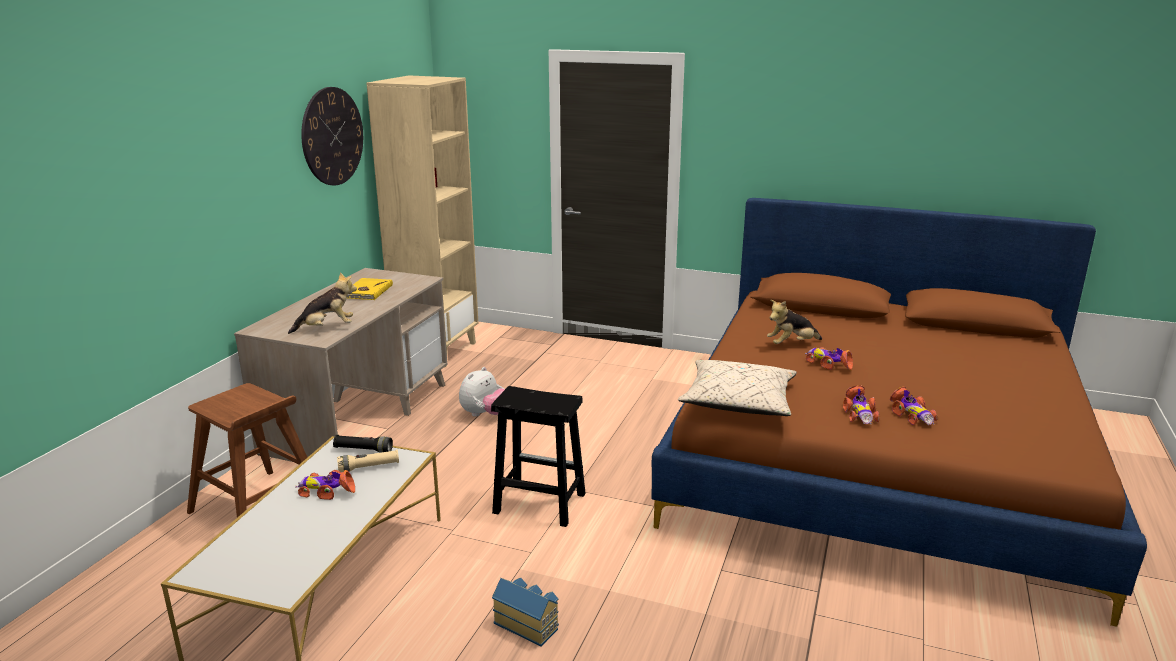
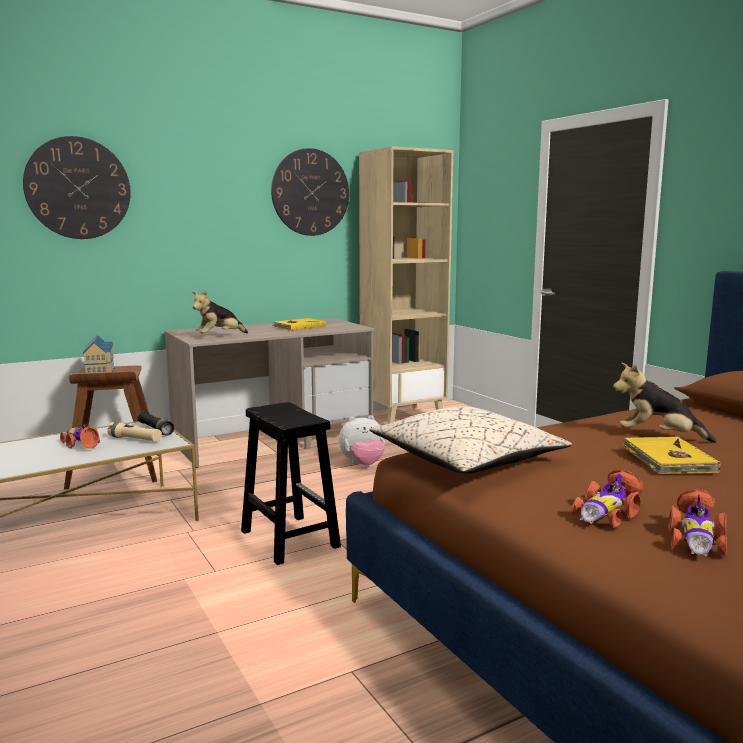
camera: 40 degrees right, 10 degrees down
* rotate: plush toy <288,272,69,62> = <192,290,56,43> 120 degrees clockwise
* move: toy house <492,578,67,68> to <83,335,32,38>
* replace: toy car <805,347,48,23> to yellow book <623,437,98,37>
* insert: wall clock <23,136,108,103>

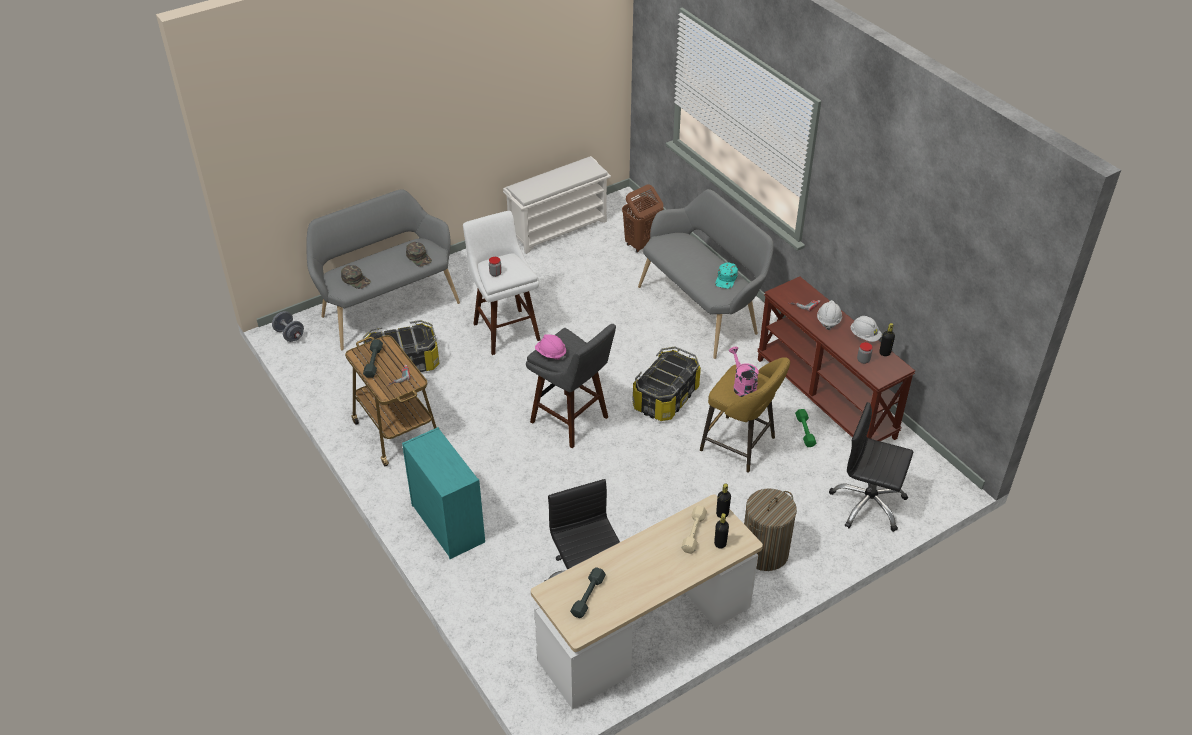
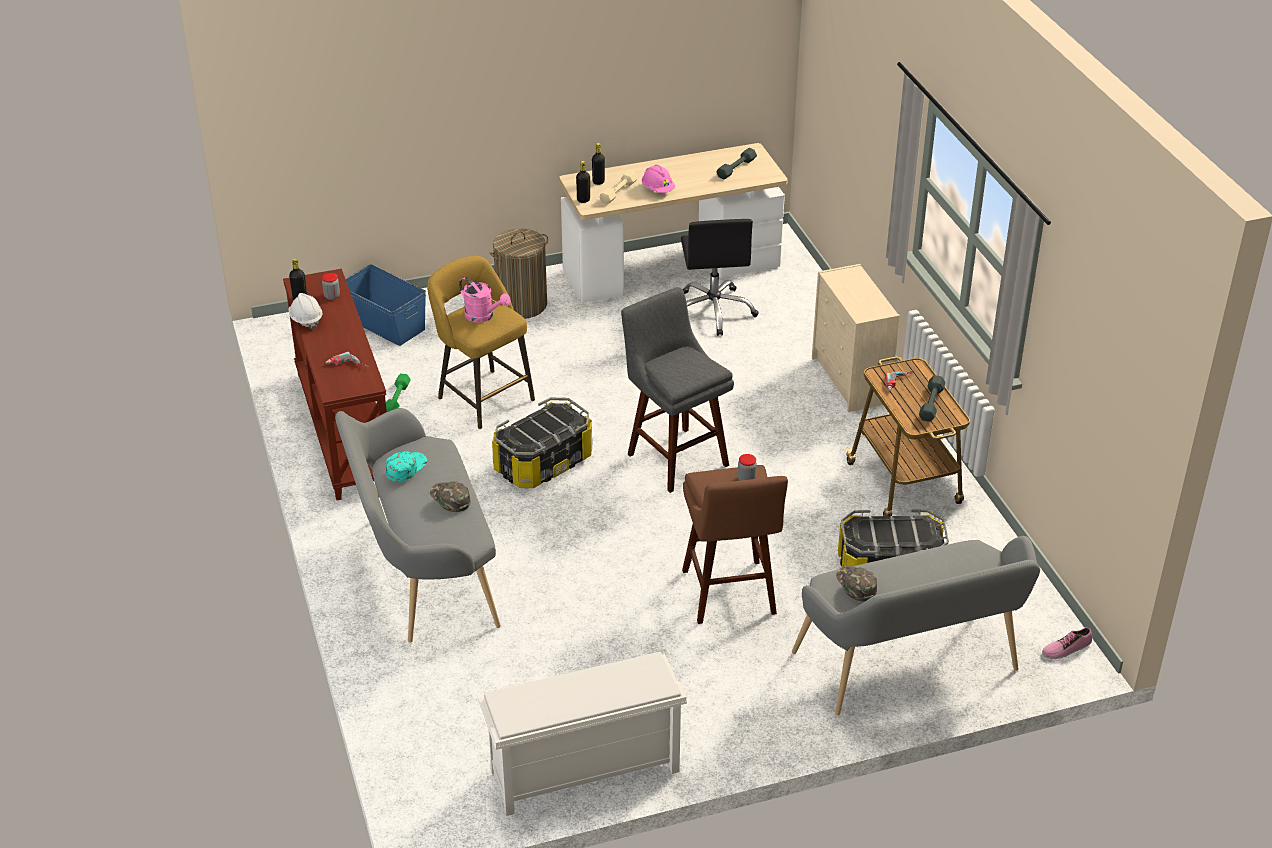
camera: 165 degrees left, 5 degrees down
* replace: grey dumbbell <272,311,32,31> to shoe <1042,628,50,31>
* move: green cap <341,265,30,24> to <430,482,40,30>
* recolor: turquoise dresser <402,427,83,132> to beige dresser <812,264,88,148>
* recolor: white stool <463,211,78,144> to brown stool <682,465,106,159>
* move: pink hard hat <535,334,31,26> to <642,165,33,28>
* delete: brown laundry basket <622,185,42,68>
* rotate: pink watering can <729,347,30,50> = <459,277,52,46> 45 degrees counterclockwise
* delete: white hard hat <817,300,25,30>
* replace: black office chair <829,402,84,130> to blue storage box <346,264,80,82>

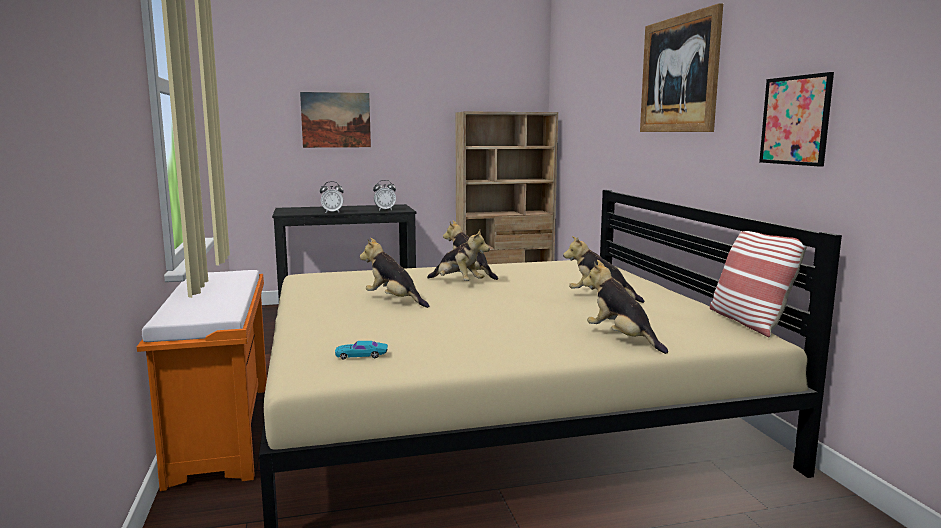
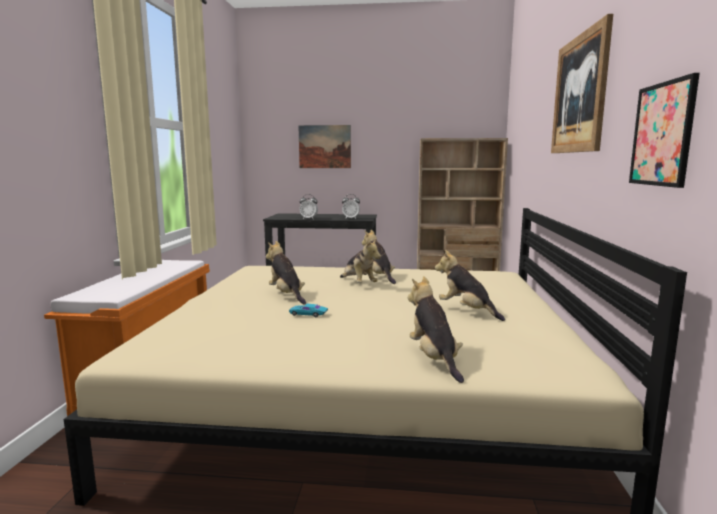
camera: 20 degrees right, 0 degrees up
* move: turquoise toy car <335,341,53,18> to <289,304,39,13>
* delete: pillow <710,231,97,106>

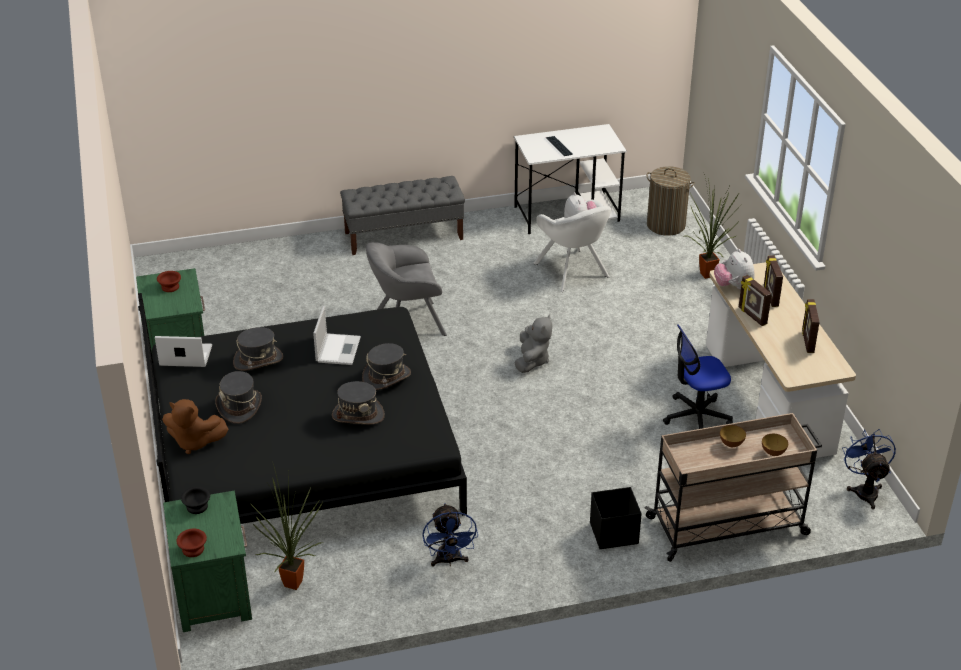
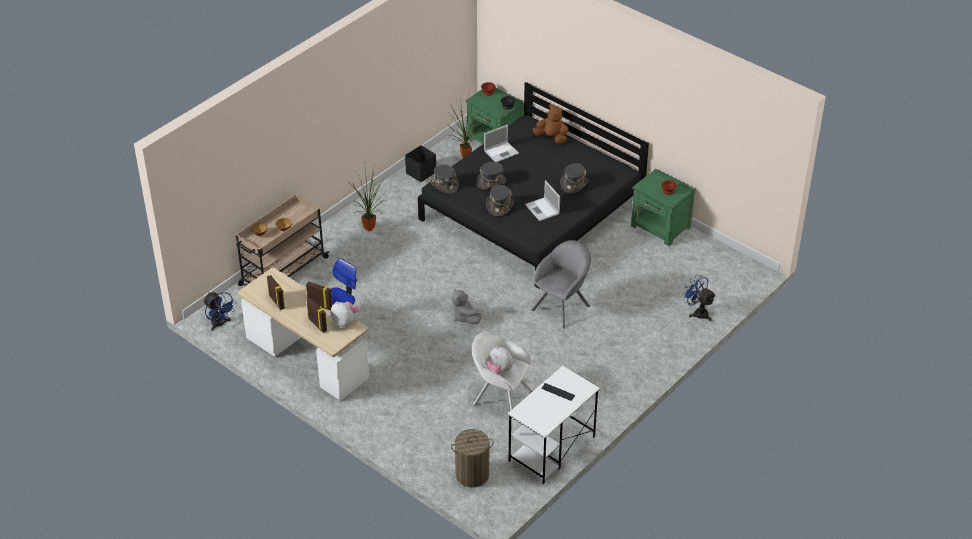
camera: 145 degrees right, 5 degrees up
* move: laptop <155,336,57,31> to <484,125,35,37>
* rotate: brown plush toy <162,399,67,55> = <532,104,37,40> 45 degrees clockwise
* move: grey hat <215,371,47,53> to <430,164,29,30>
* delete: grey bench <340,176,125,79>
* move: blue fan <422,503,56,64> to <682,274,34,47>
* move: black storage box <590,487,52,62> to <405,145,31,37>
* move: potted plant <684,174,56,105> to <353,162,33,69>

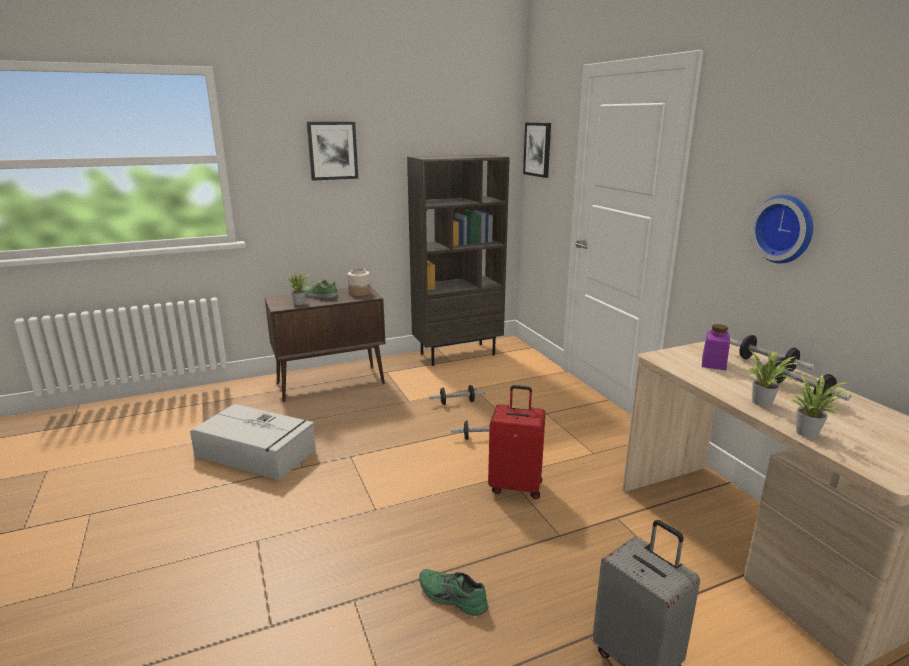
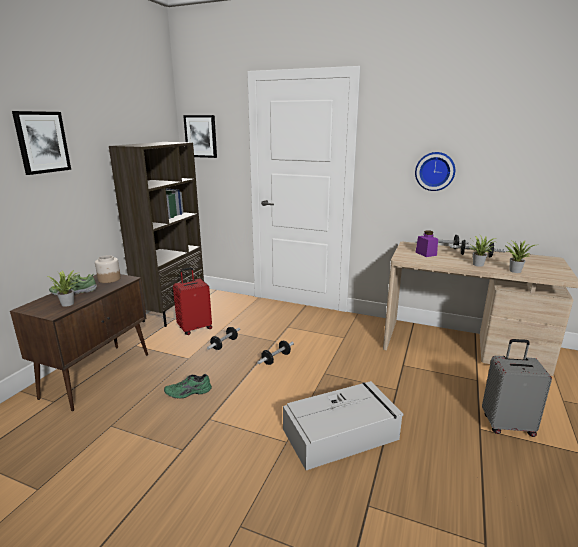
camera: 45 degrees left, 0 degrees up
* move: grey storage box <190,404,126,76> to <283,381,121,89>
* move: green shoe <419,569,69,47> to <164,374,48,25>
* move: red suitcase <488,385,58,114> to <173,267,39,68>

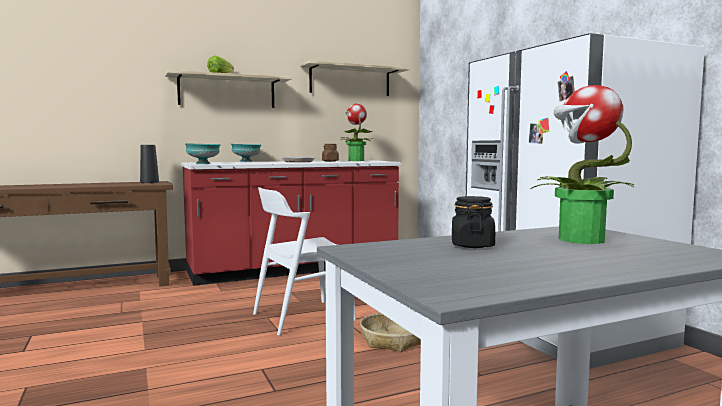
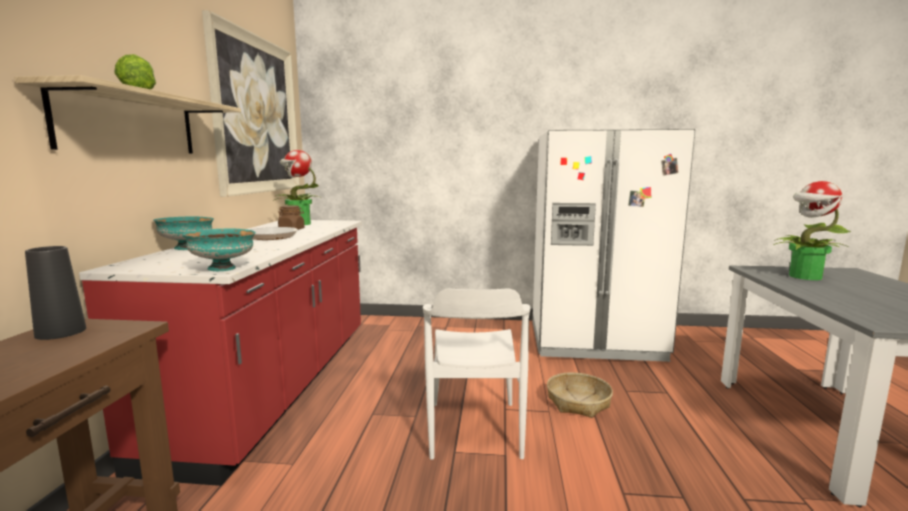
camera: 60 degrees left, 5 degrees up
* replace: shelf <300,61,110,35> to picture <202,10,98,187>
* delete: black jar <452,196,43,52>

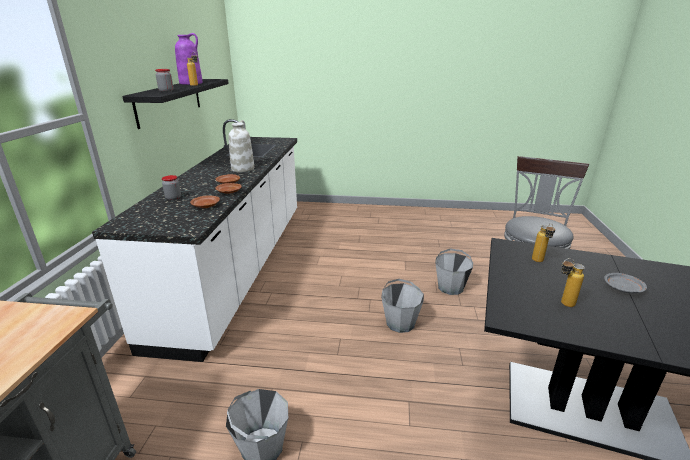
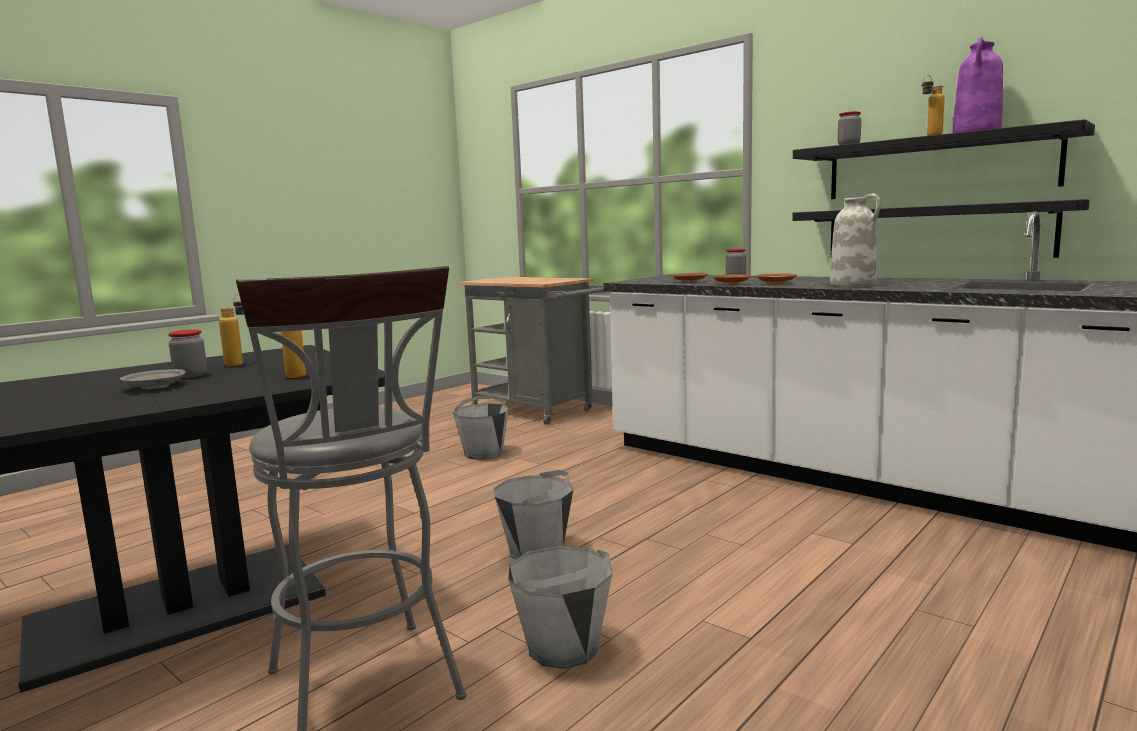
camera: 125 degrees right, 15 degrees down
* insert: jar <169,330,38,48>
* insert: black shelf <792,199,298,59>

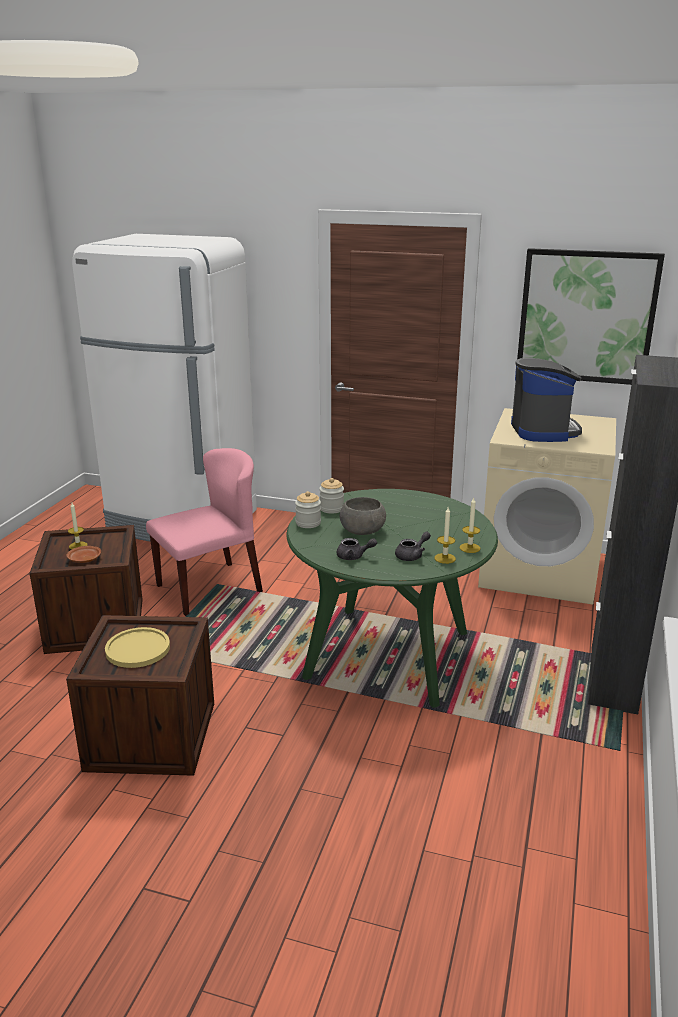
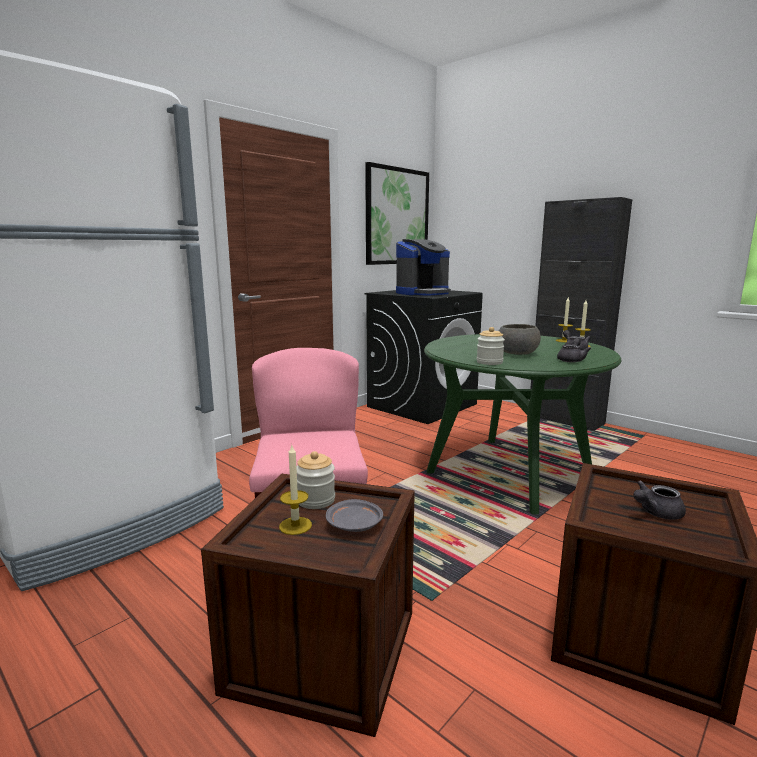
camera: 65 degrees left, 10 degrees down
* recolor: brown plate <66,546,35,17> to grey plate <326,499,57,33>
* replace: yellow plate <105,627,65,41> to grey teapot <633,481,53,39>
* move: jar <319,478,25,36> to <296,451,39,58>
* recolor: beige washing machine <478,408,138,197> to black washing machine <364,290,119,134>
* rotate: coffee machine <511,358,71,84> = <396,239,55,57> 120 degrees clockwise

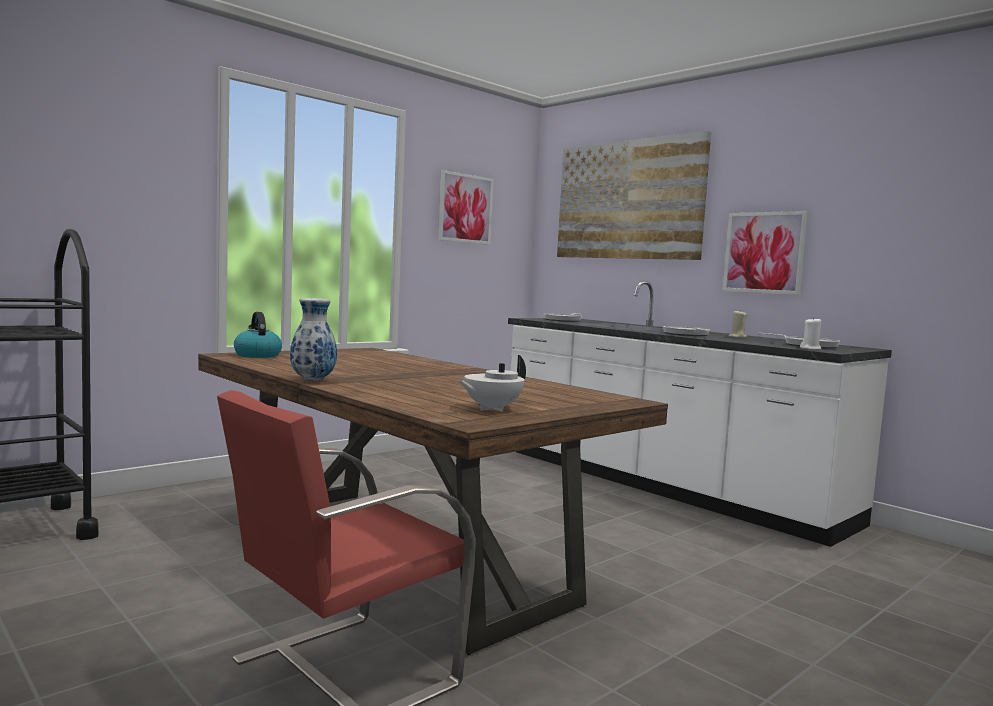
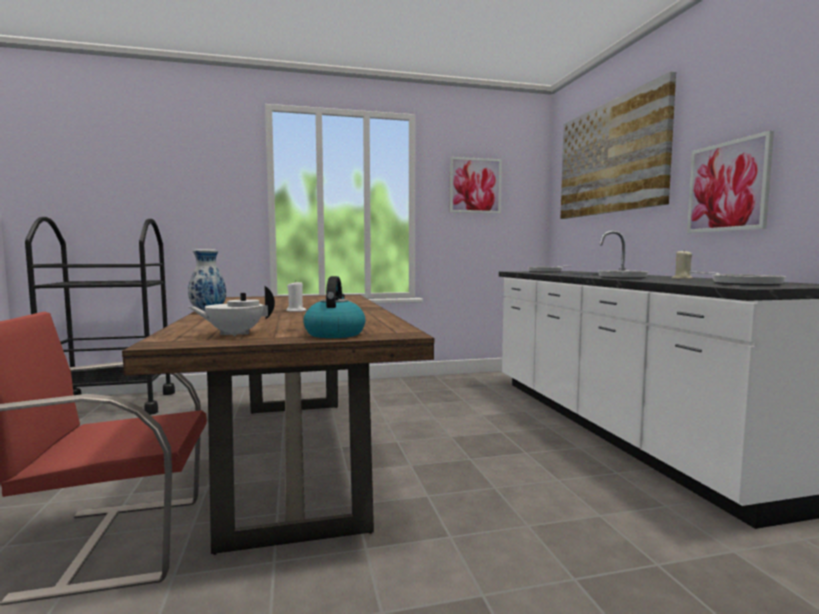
camera: 30 degrees right, 0 degrees up
* move: kettle <234,312,48,46> to <303,276,62,62>
* move: white candle <800,317,21,33> to <286,281,20,31>

